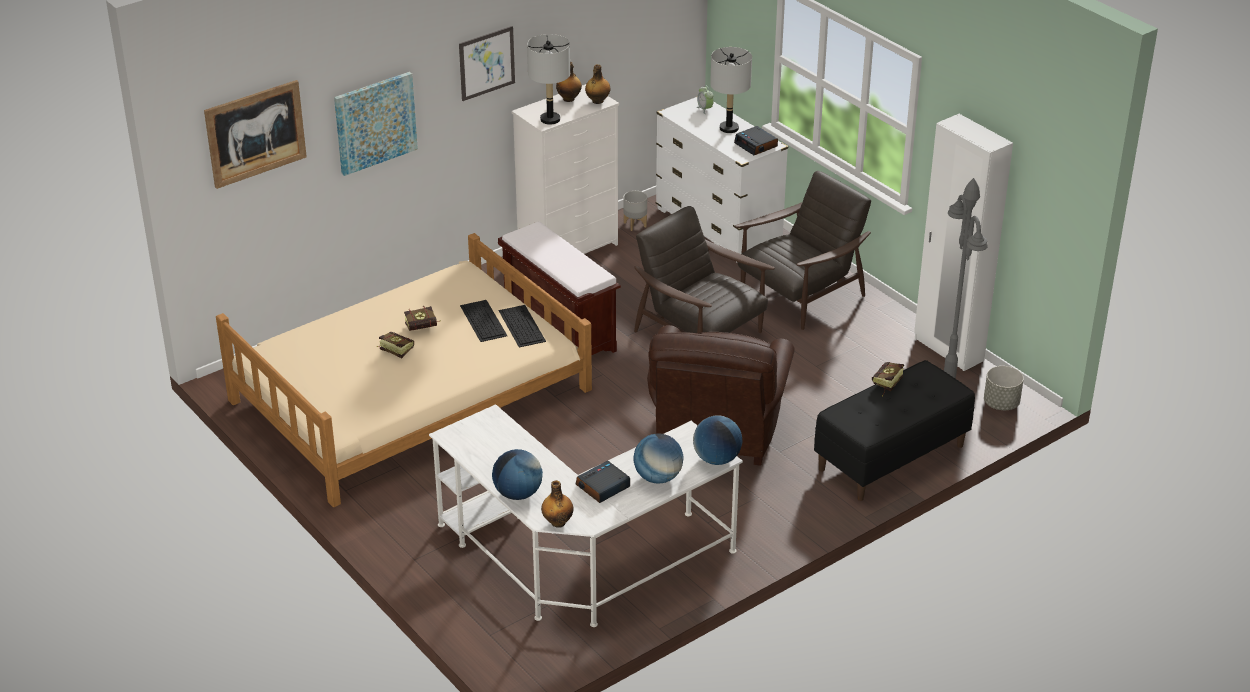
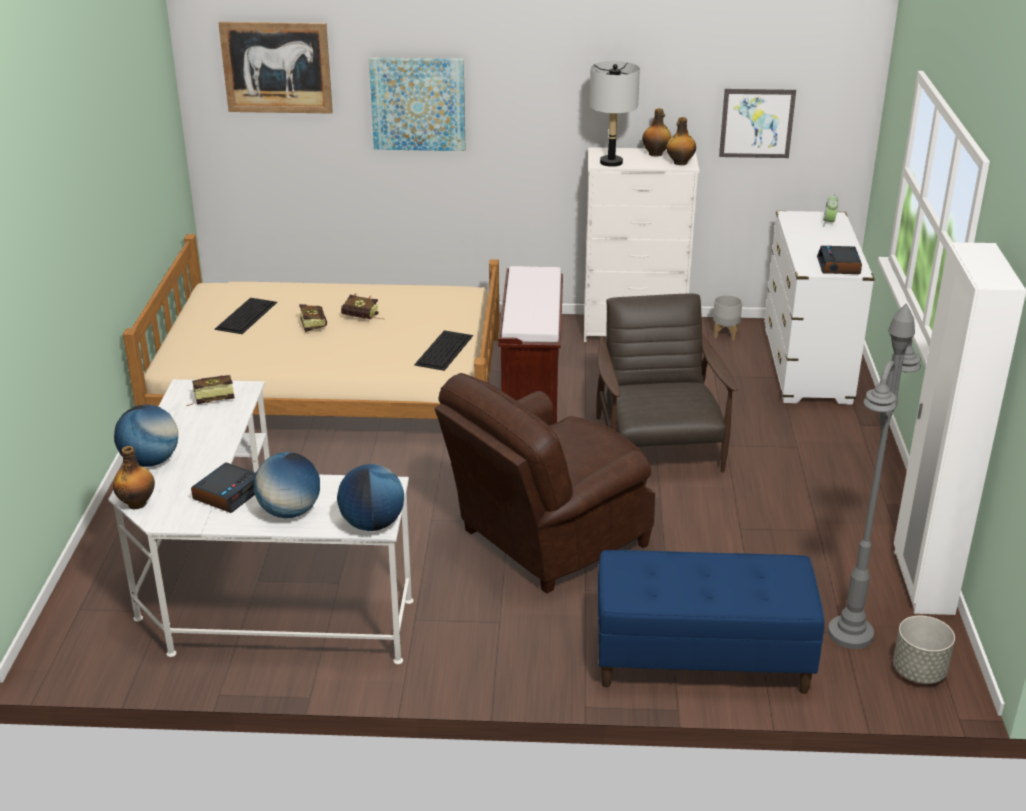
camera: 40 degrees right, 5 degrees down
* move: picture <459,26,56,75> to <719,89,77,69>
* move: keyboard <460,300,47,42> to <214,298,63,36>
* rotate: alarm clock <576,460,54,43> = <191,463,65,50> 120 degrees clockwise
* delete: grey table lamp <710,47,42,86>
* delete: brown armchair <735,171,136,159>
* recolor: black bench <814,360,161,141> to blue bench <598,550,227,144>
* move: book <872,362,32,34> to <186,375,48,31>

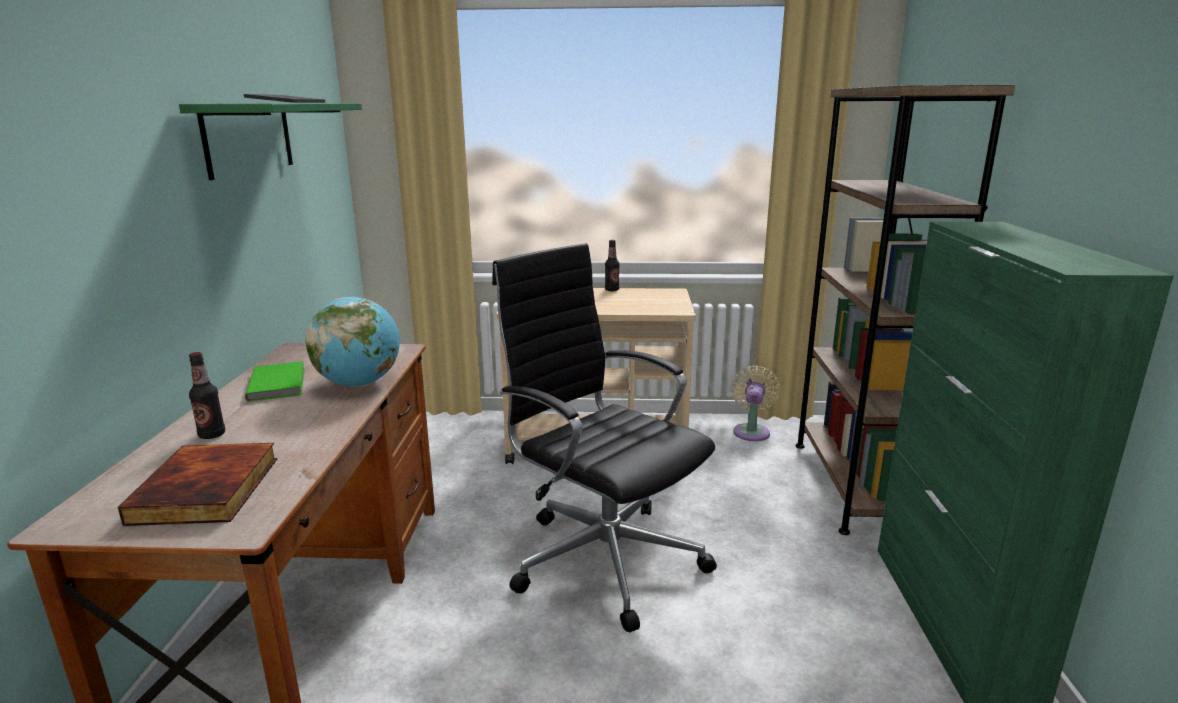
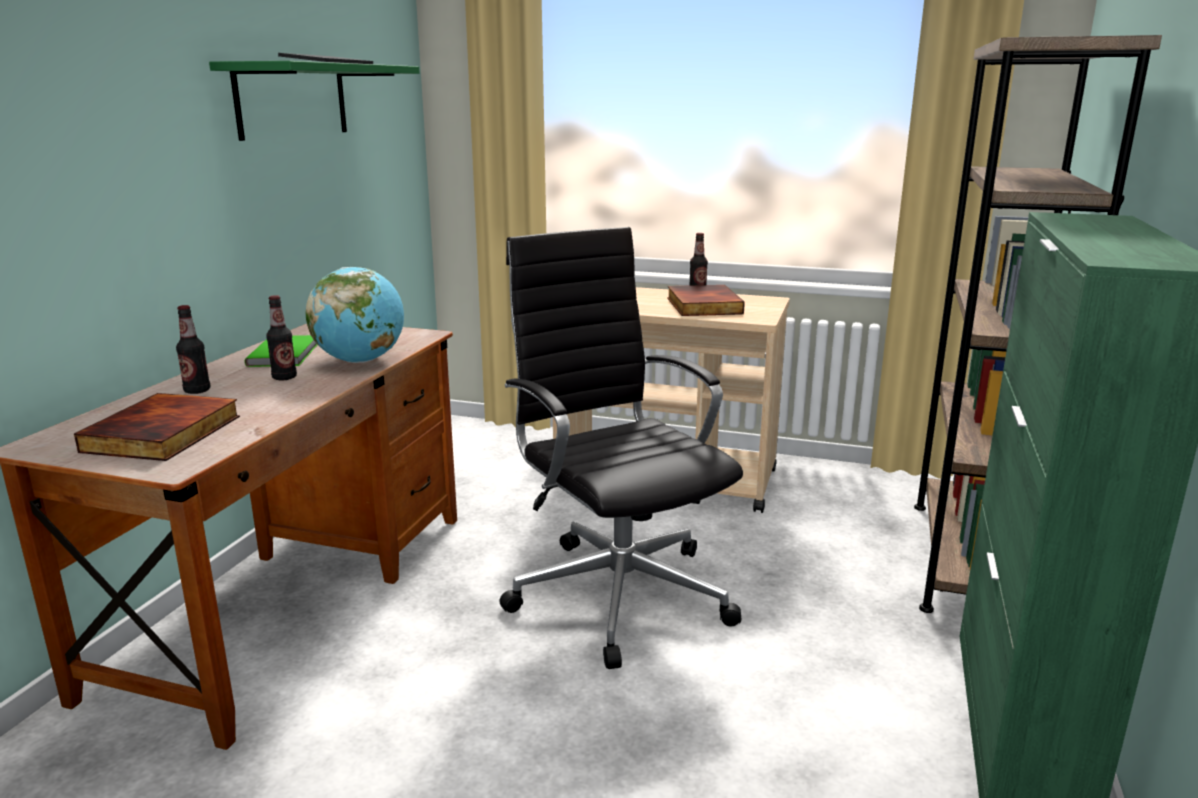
camera: 15 degrees right, 0 degrees up
* delete: beige fan <731,366,49,75>
* insert: bottle <266,295,31,85>
* insert: book <667,285,78,31>

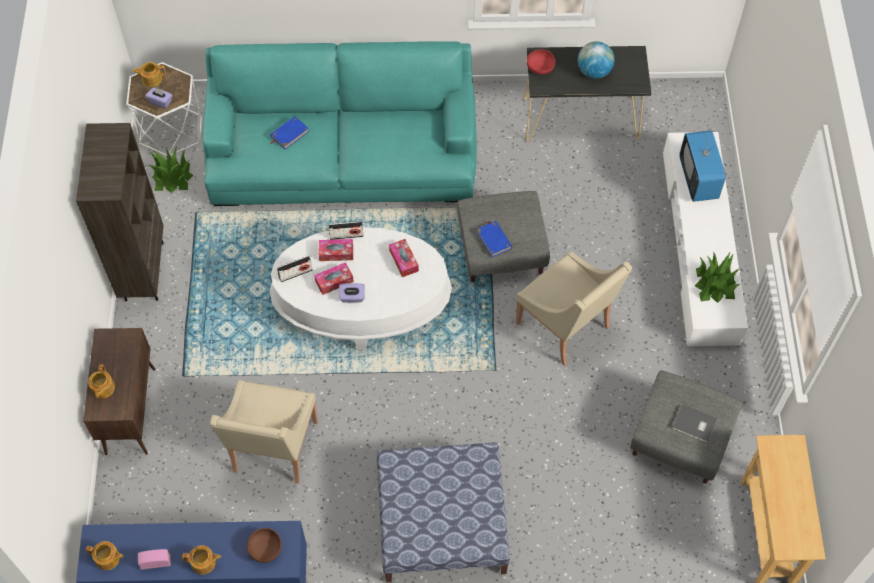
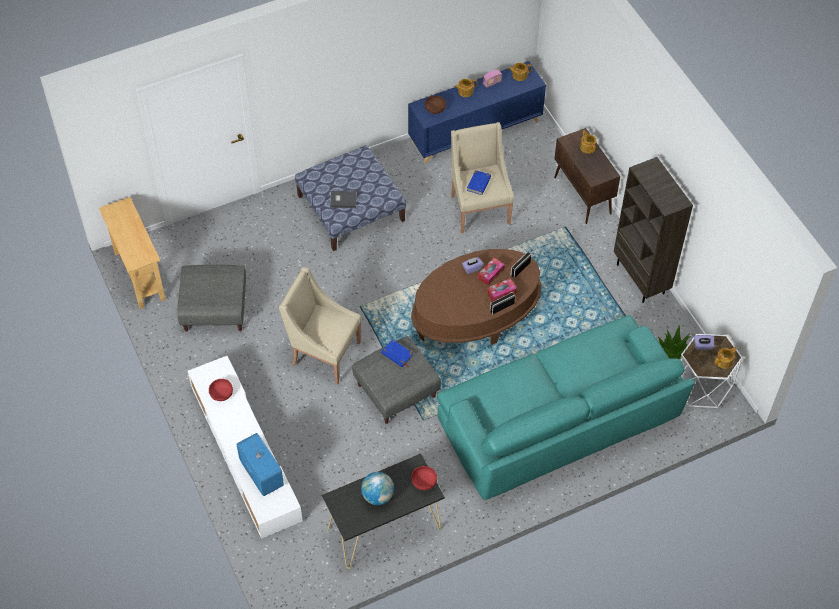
camera: 155 degrees right, 5 degrees down
* move: blue book <270,116,39,34> to <467,170,24,25>
* recolor: white coffee table <270,227,182,123> to brown coffee table <411,249,131,96>
* delete: tissue box <389,239,30,38>
* move: grey book <672,404,45,39> to <330,191,27,17>
* replace: potted plant <695,253,45,50> to red bowl <209,379,24,22>

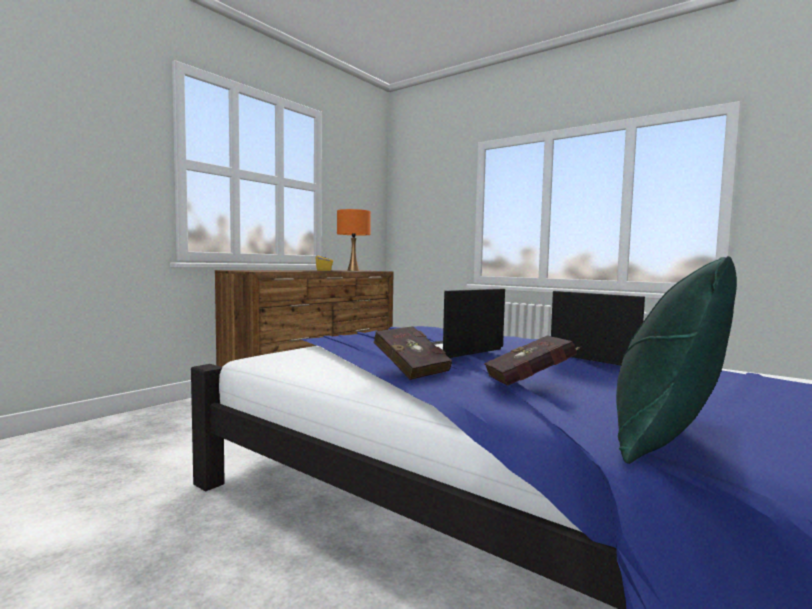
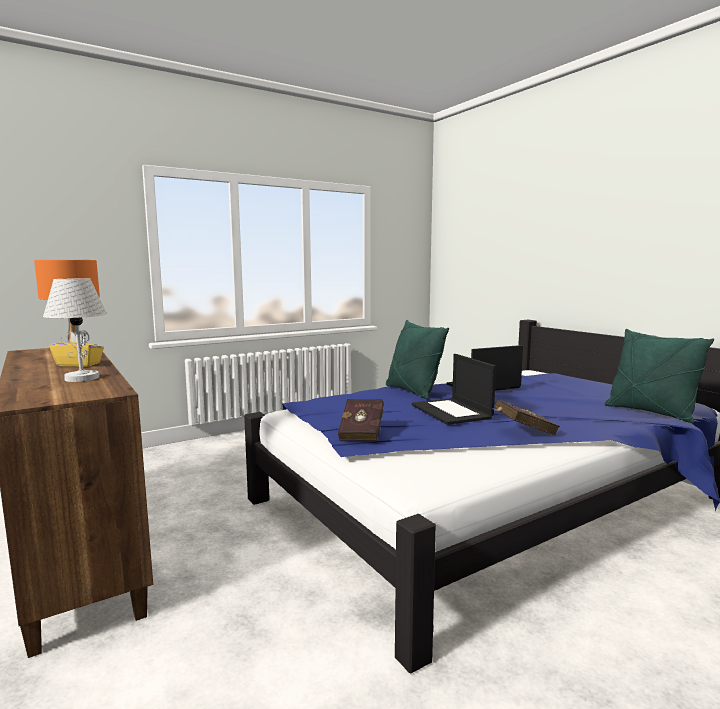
camera: 70 degrees left, 5 degrees up
* move: red book <484,335,96,51> to <338,399,46,42>
* insert: white table lamp <43,278,64,104>
* insert: green pillow <386,320,63,80>

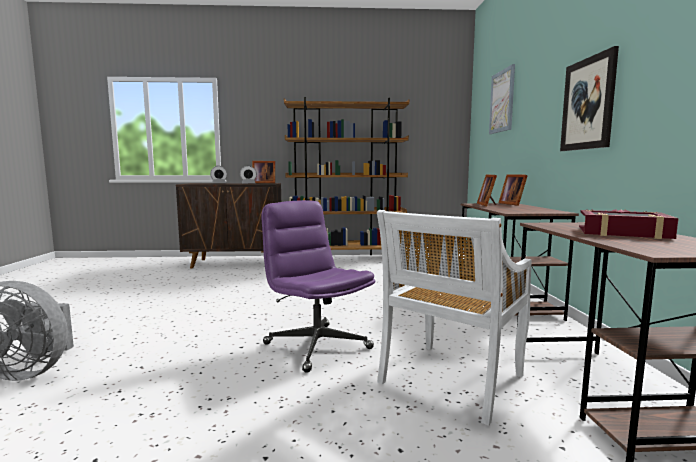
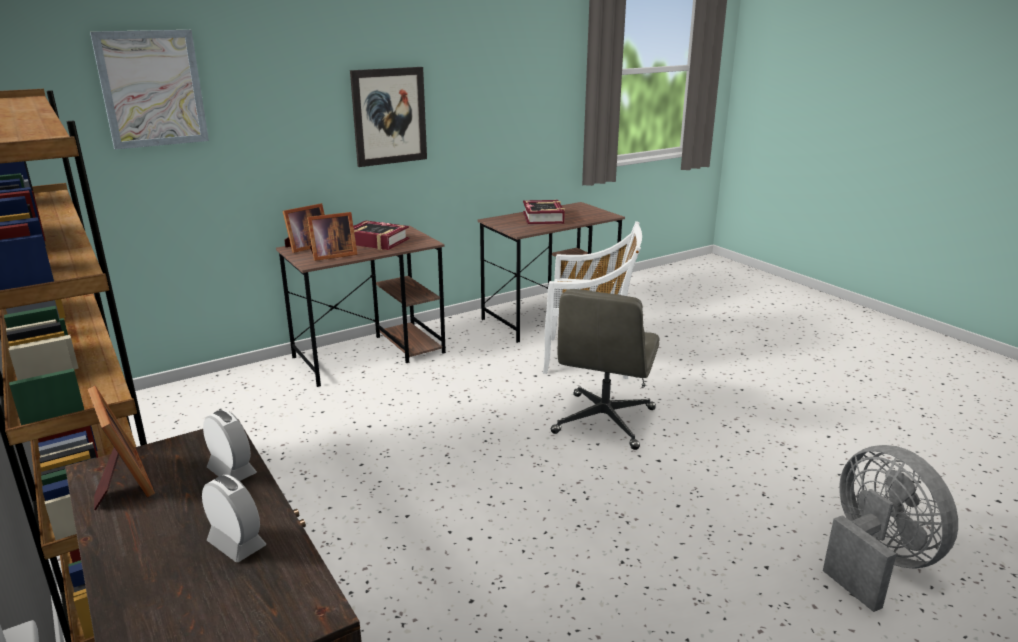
camera: 120 degrees left, 15 degrees up
* recolor: purple office chair <261,200,114,173> to grey office chair <551,289,109,161>
* insert: book <353,221,57,29>

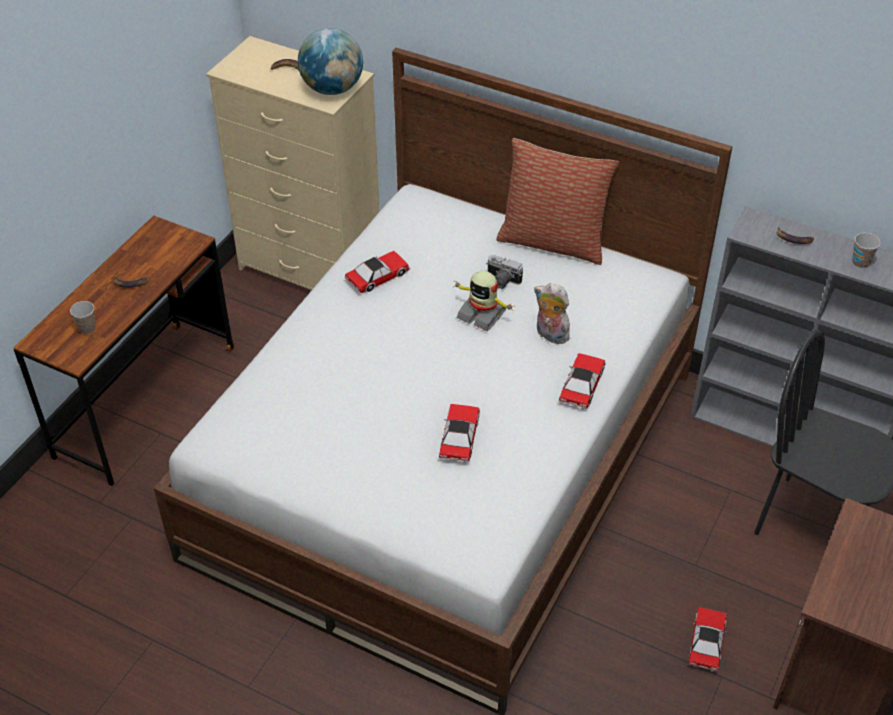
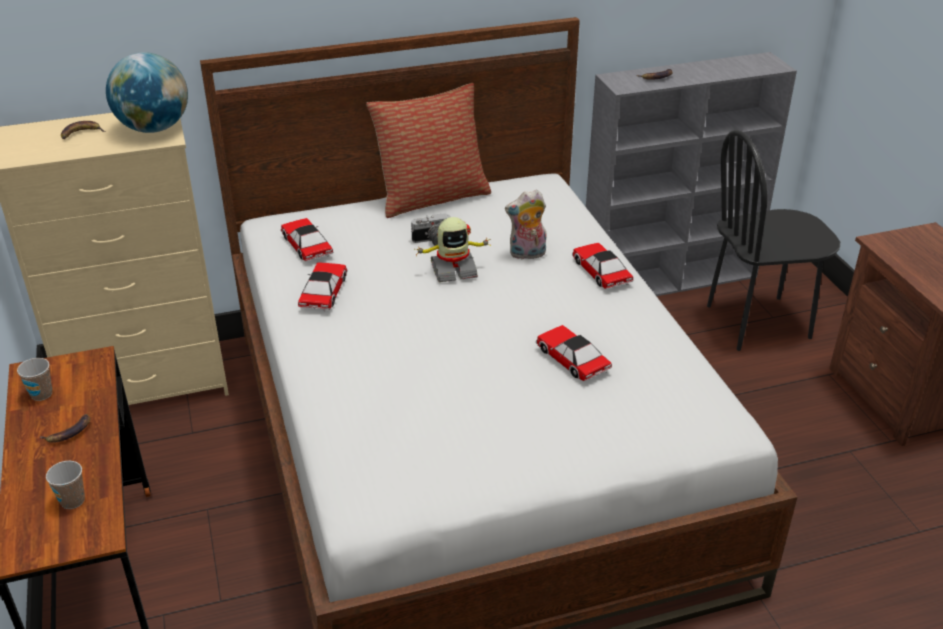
camera: 45 degrees left, 10 degrees down
* move: toy car <688,607,39,65> to <281,218,52,43>
* move: cup <852,233,29,35> to <17,358,35,43>

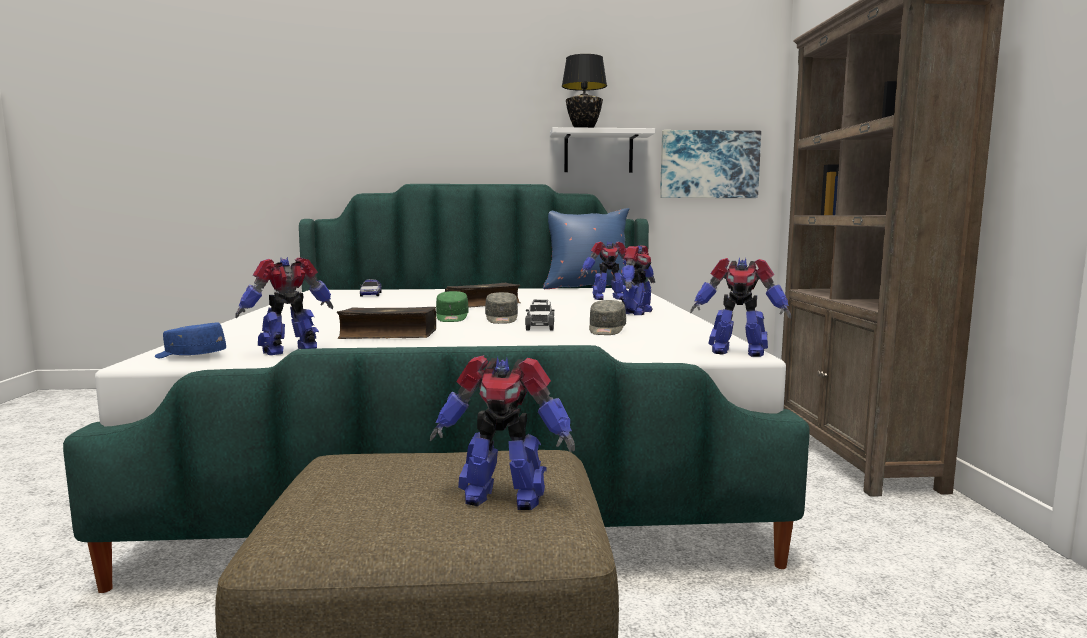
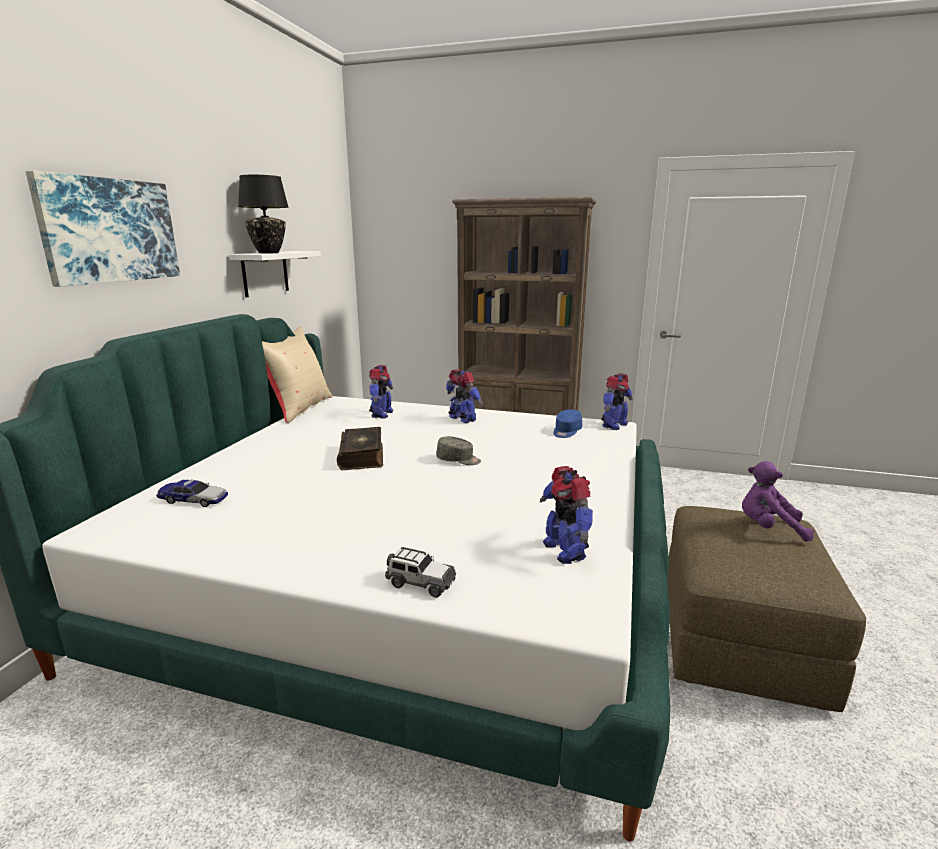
camera: 70 degrees left, 10 degrees up
* move: blue cap <155,323,71,35> to <554,409,28,29>
* delete: book <337,307,99,32>
* replace: toy robot <430,355,145,155> to purple plush toy <742,461,72,81>
* delete: green cap <436,291,33,31>
* move: toy car <525,299,30,32> to <385,547,71,51>
* recolor: blue pillow <543,208,86,81> to beige pillow <262,326,70,97>
* delete: grey cap <589,300,37,35>
* move: picture <660,130,101,68> to <25,170,155,117>

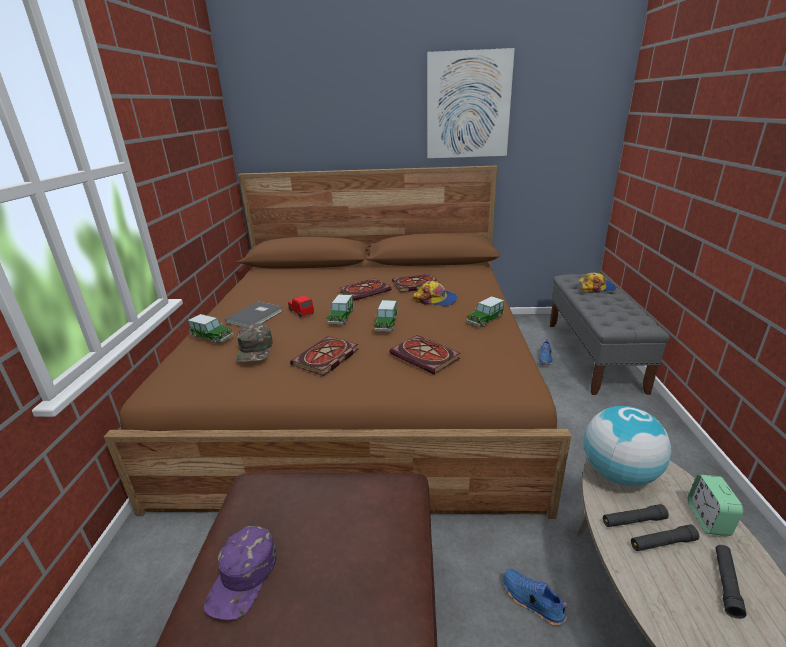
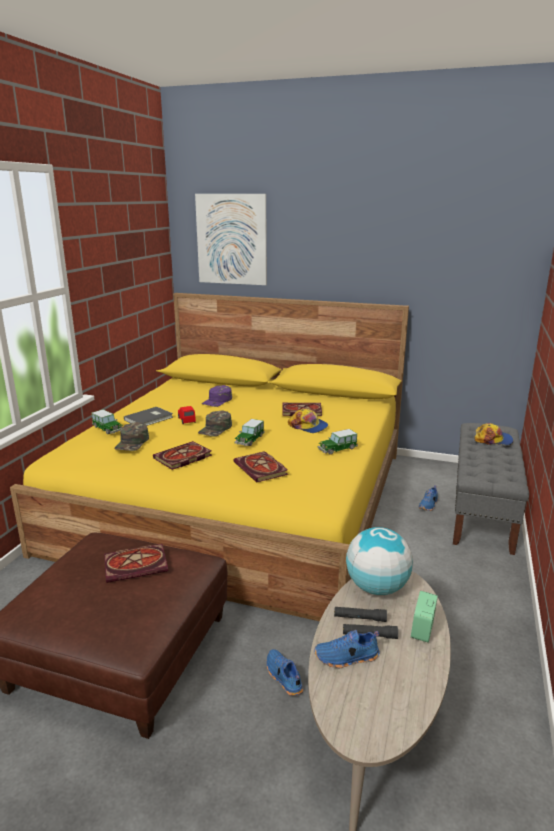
camera: 15 degrees right, 5 degrees down
* recolor: brown bed <104,166,467,353> to yellow bed <10,293,399,328>
* move: purple cap <204,526,72,94> to <202,385,30,22>
* replace: toy car <326,294,28,31> to green cap <198,410,34,27>
* move: book <340,278,52,23> to <104,544,64,39>
* move: picture <427,48,88,110> to <195,194,72,91>
* delete: black flashlight <716,545,30,74>
* insert: blue shoe <314,630,66,38>

